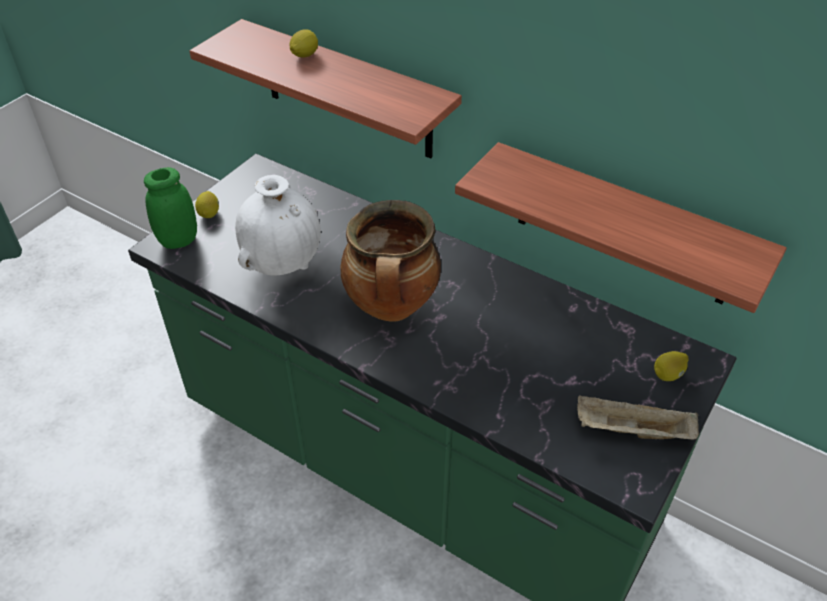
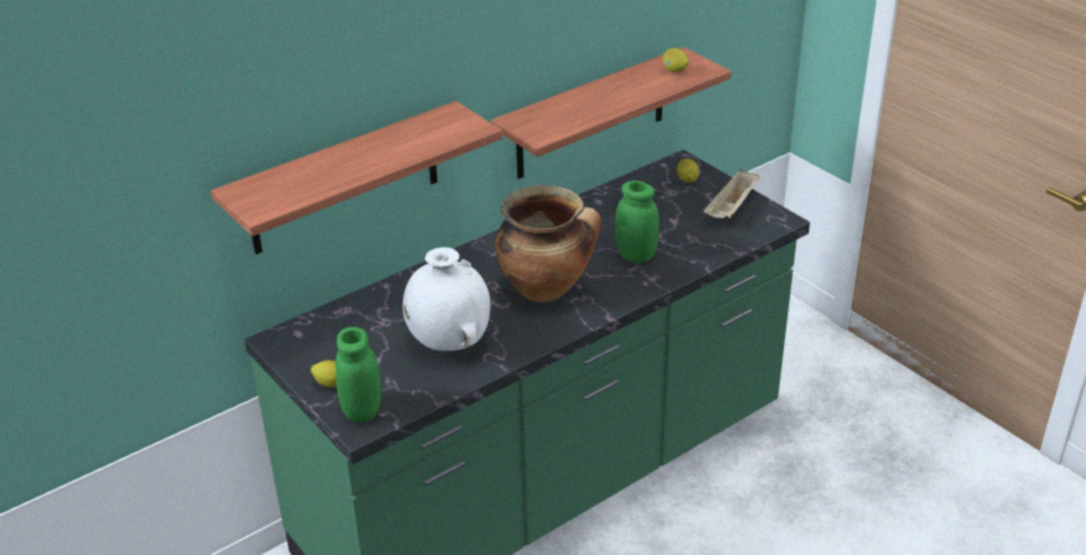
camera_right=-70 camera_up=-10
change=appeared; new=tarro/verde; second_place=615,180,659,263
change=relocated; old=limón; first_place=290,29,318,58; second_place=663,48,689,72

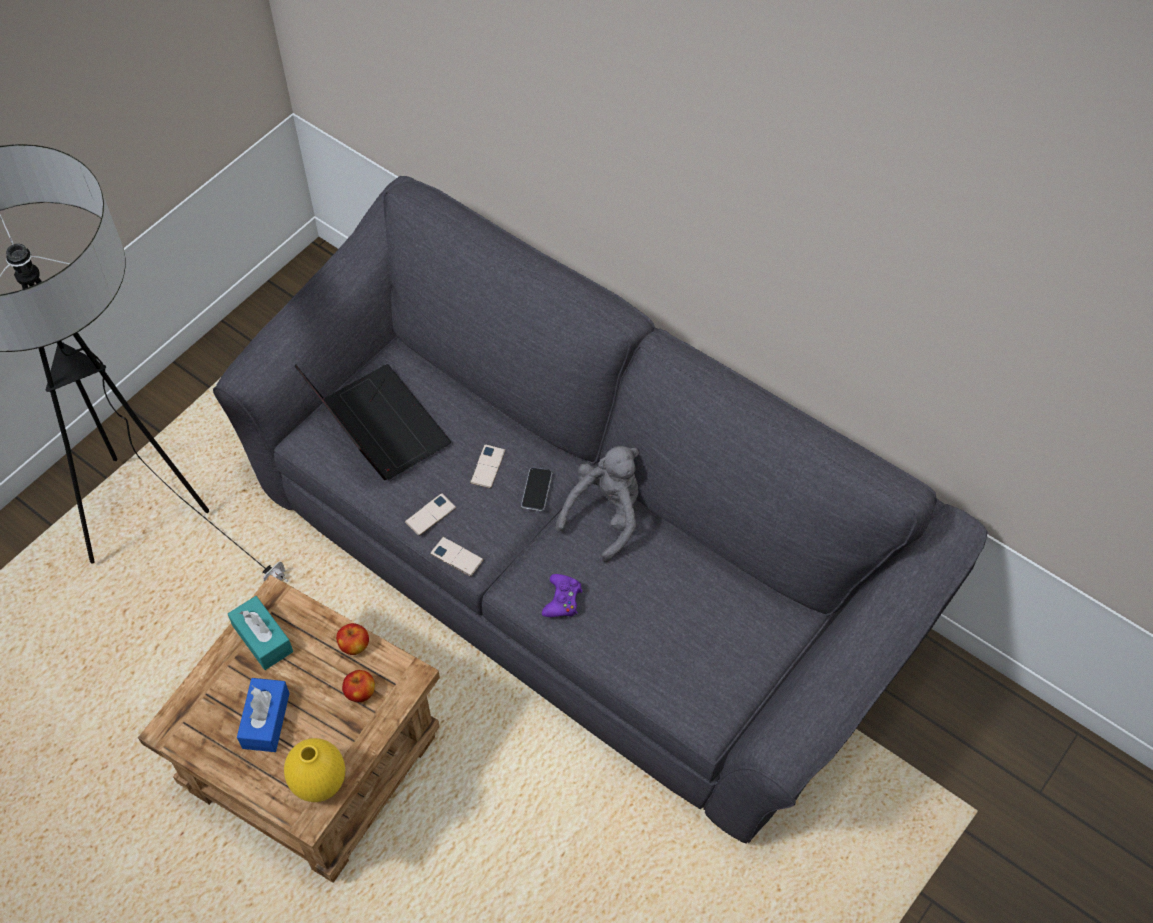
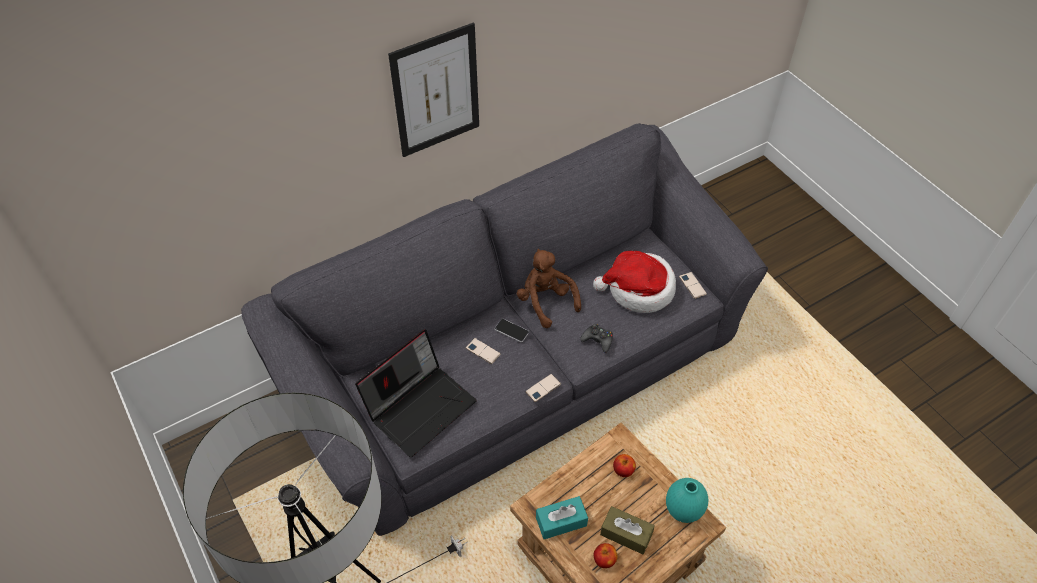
camera_right=-70 camera_up=-5
change=spun; old=portátil; first_place=295,364,451,480; second_place=355,329,477,457; degrees=150
change=appeared; new=cuadro; second_place=388,23,479,157
change=colour; old=peluche/gris; new=peluche/marrón; first_place=556,446,639,562; second_place=517,249,581,328
change=colour; old=mando de consola/morado; new=mando de consola/negro; first_place=542,574,582,617; second_place=580,324,613,353
change=appeared; new=sombrero; second_place=593,251,676,313
change=relocated; old=manzana; first_place=336,623,369,655; second_place=594,543,618,568
change=colour; old=caja de pañuelos/azul; new=caja de pañuelos/marrón; first_place=237,678,290,752; second_place=600,506,655,554
change=colour; old=florero/amarillo; new=florero/turquesa; first_place=284,738,345,802; second_place=666,478,708,523
change=relocated; old=móvil; first_place=405,493,456,536; second_place=679,272,707,299

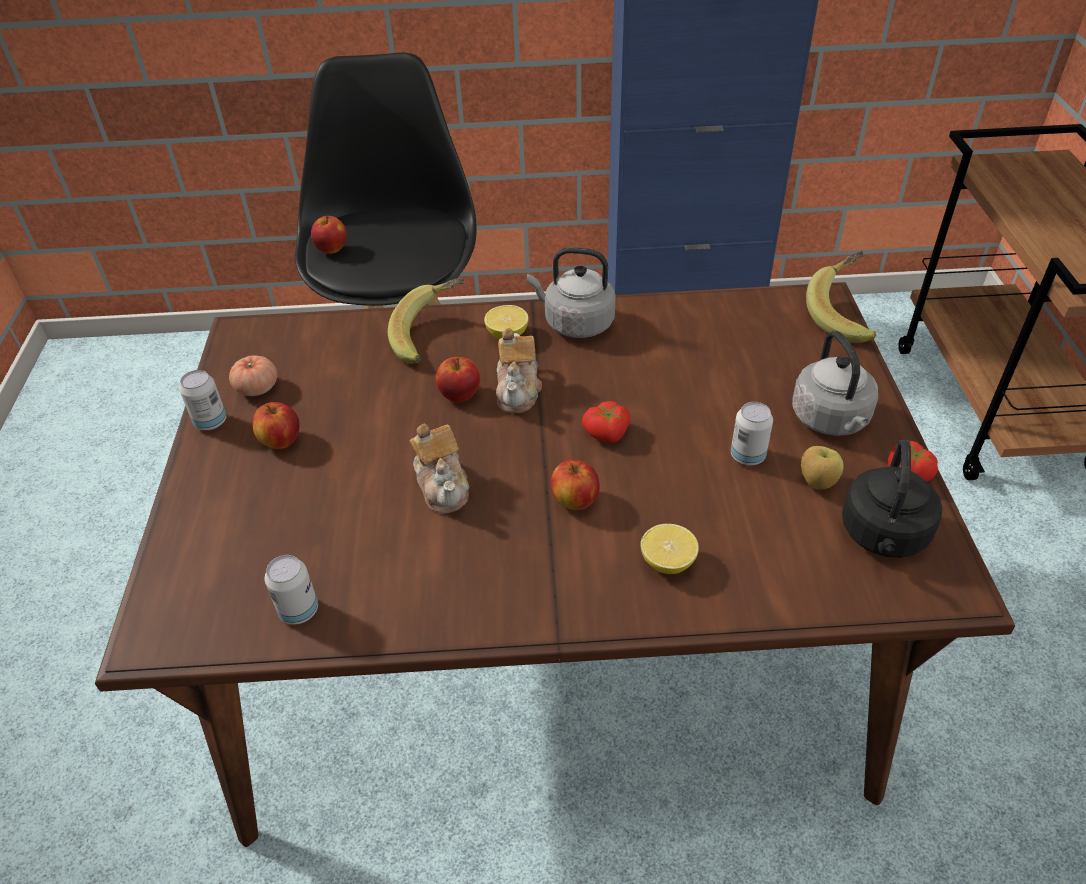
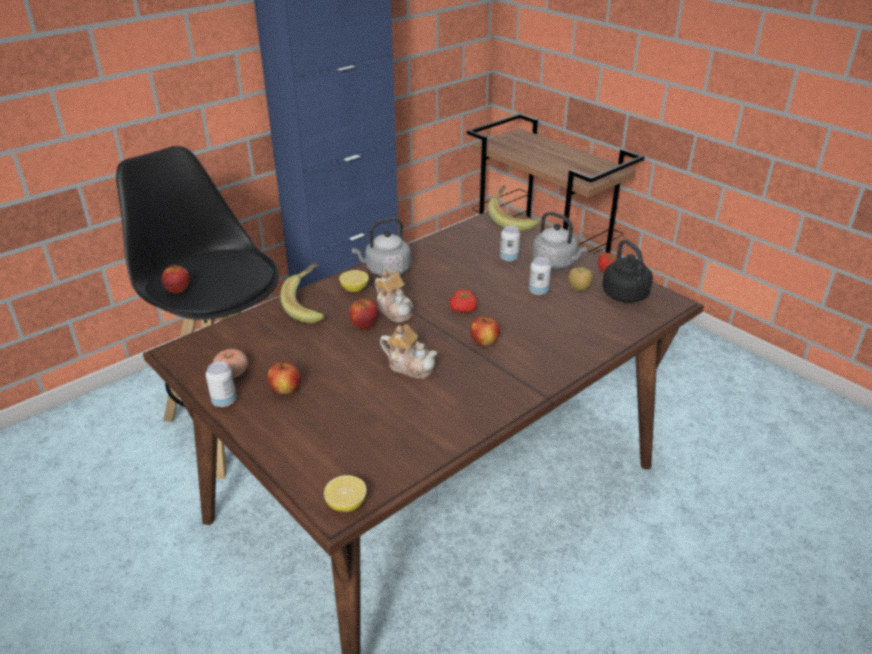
camera_right=-40 camera_up=-10
change=relocated; old=limón; first_place=640,524,699,574; second_place=324,475,367,512
change=relocated; old=lata; first_place=265,555,318,625; second_place=500,226,520,262

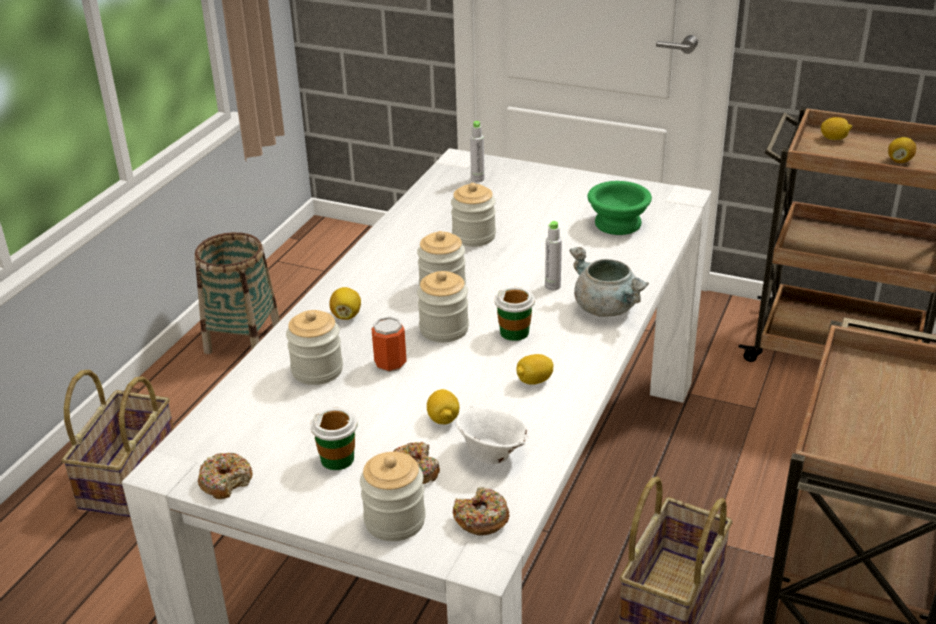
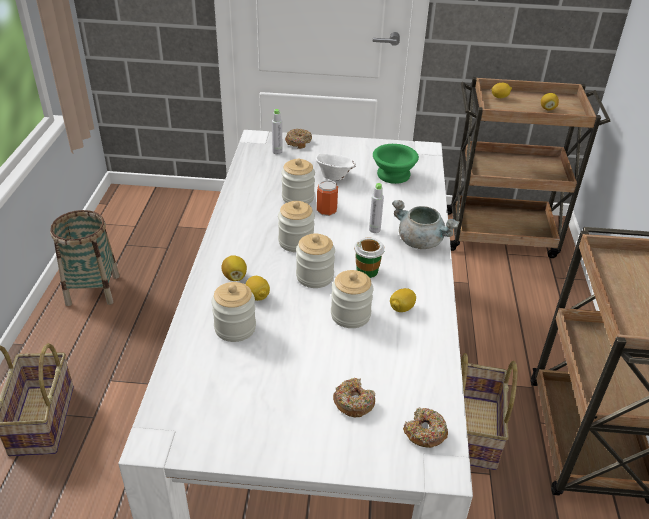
camera_right=-20 camera_up=5
change=relocated; old=limón; first_place=427,389,459,424; second_place=245,276,270,301
change=relocated; old=rosquilla; first_place=198,452,253,499; second_place=285,129,312,149
change=relocated; old=cuenco/blanco; first_place=456,406,529,464; second_place=316,153,356,180
change=relocated; old=lata; first_place=372,316,407,372; second_place=317,180,338,216
change=relocated; old=tarro; first_place=360,452,426,541; second_place=331,270,374,328
change=missing; old=taza; first_place=310,408,358,470

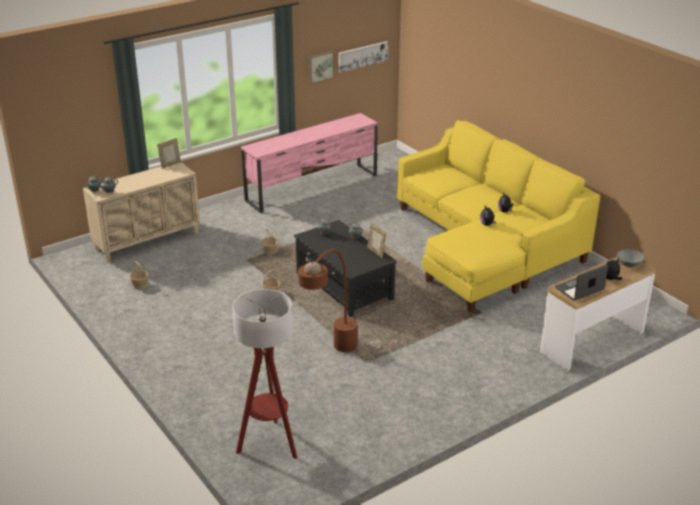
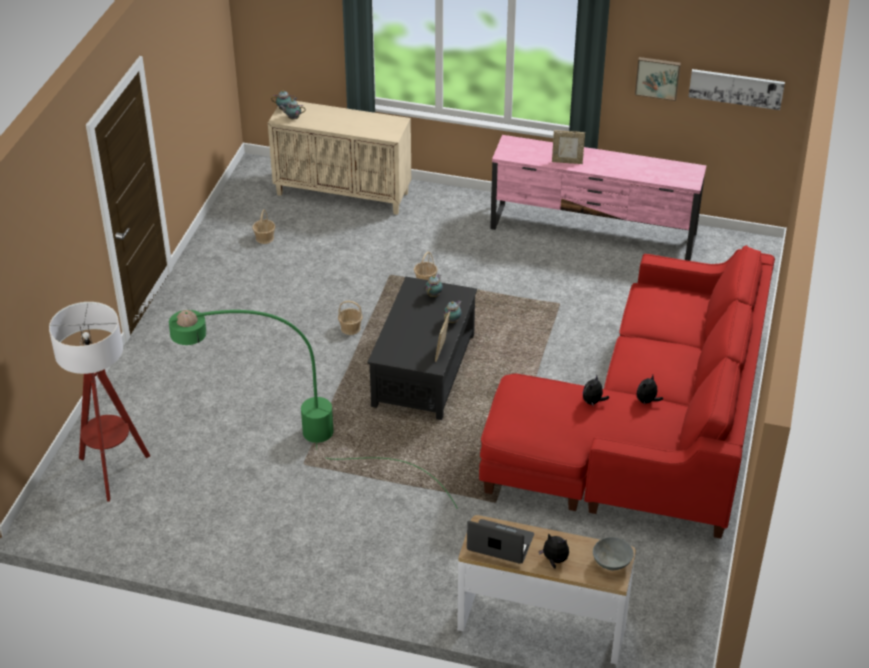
camera_right=50 camera_up=10
change=colour; old=lámpara de pie/marrón; new=lámpara de pie/verde; first_place=298,249,485,353; second_place=169,310,458,509
change=colour; old=sofá/amarillo; new=sofá/rojo; first_place=397,120,601,313; second_place=479,245,775,539
change=relocated; old=portarretratos; first_place=157,138,181,169; second_place=552,130,585,164

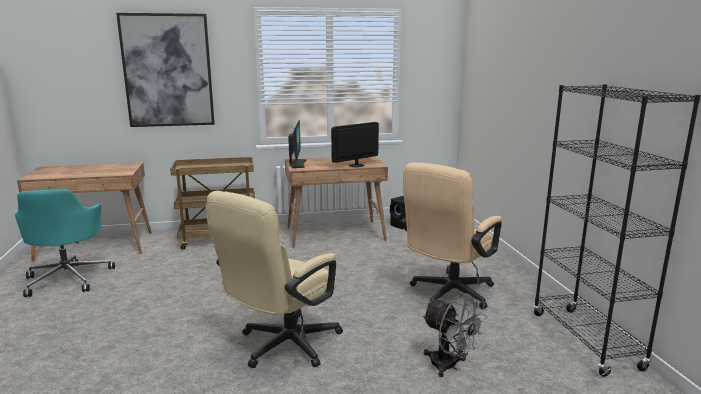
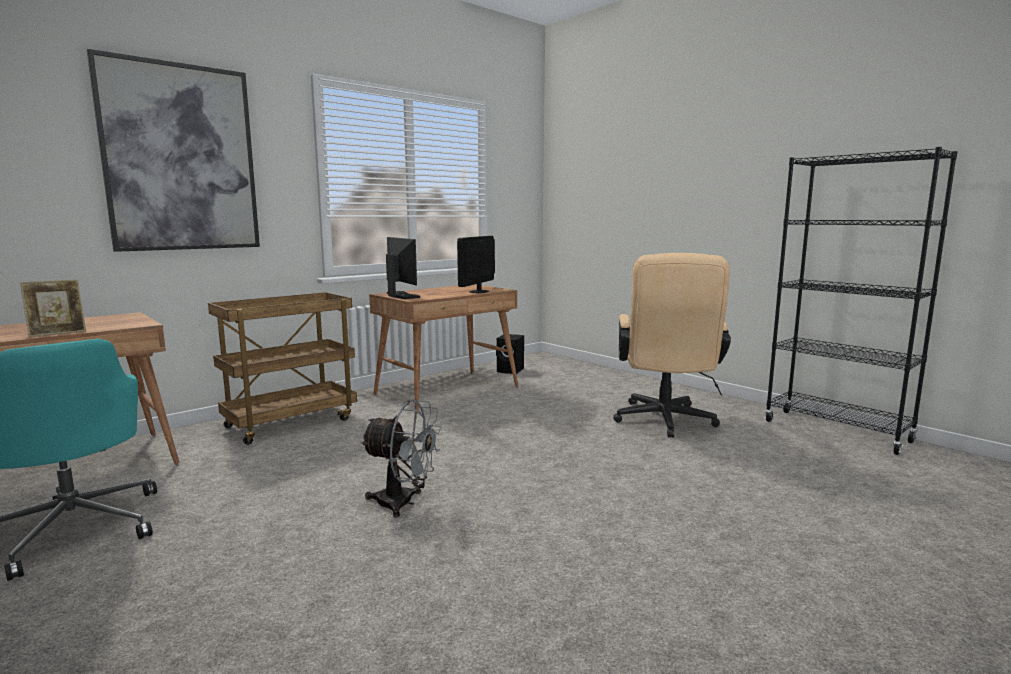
camera_right=-30 camera_up=-5
change=appeared; new=portarretratos; second_place=20,280,86,337
change=relocated; old=ventilador/gris; first_place=422,293,487,377; second_place=360,400,442,518
change=missing; old=silla de oficina/beis; first_place=206,191,343,368

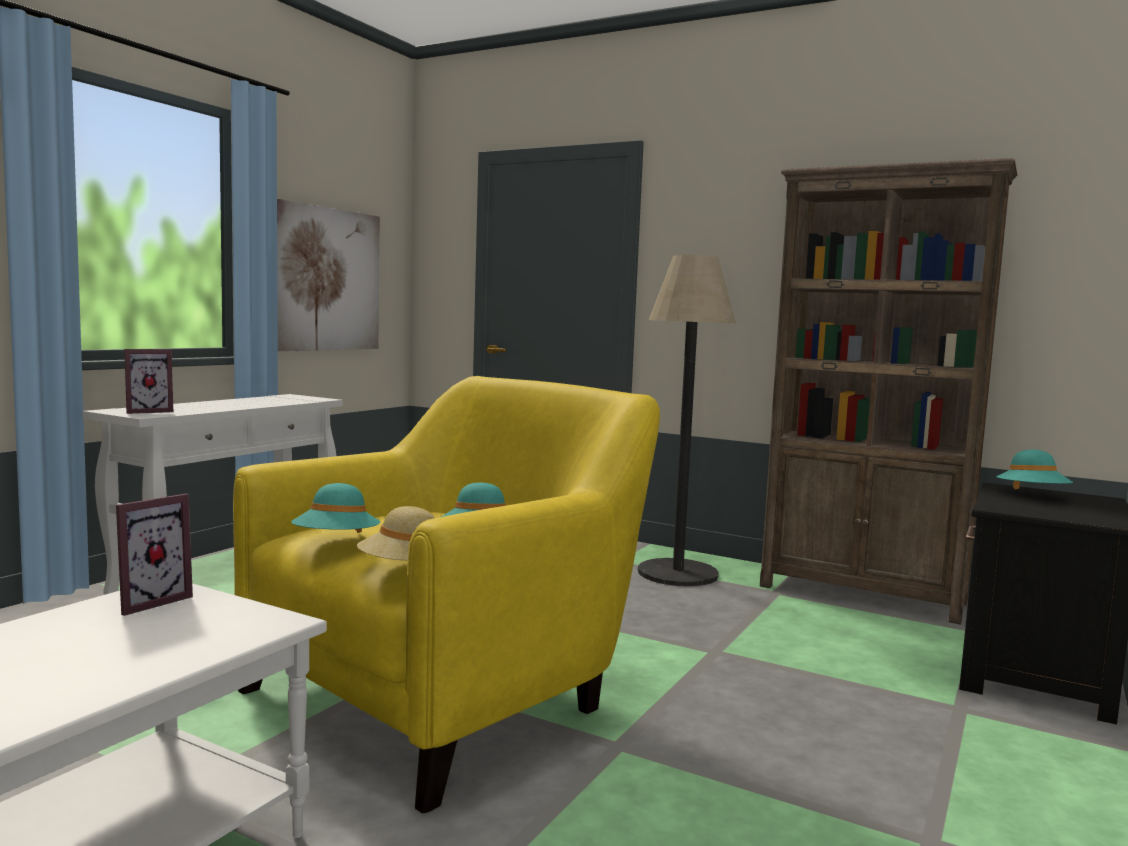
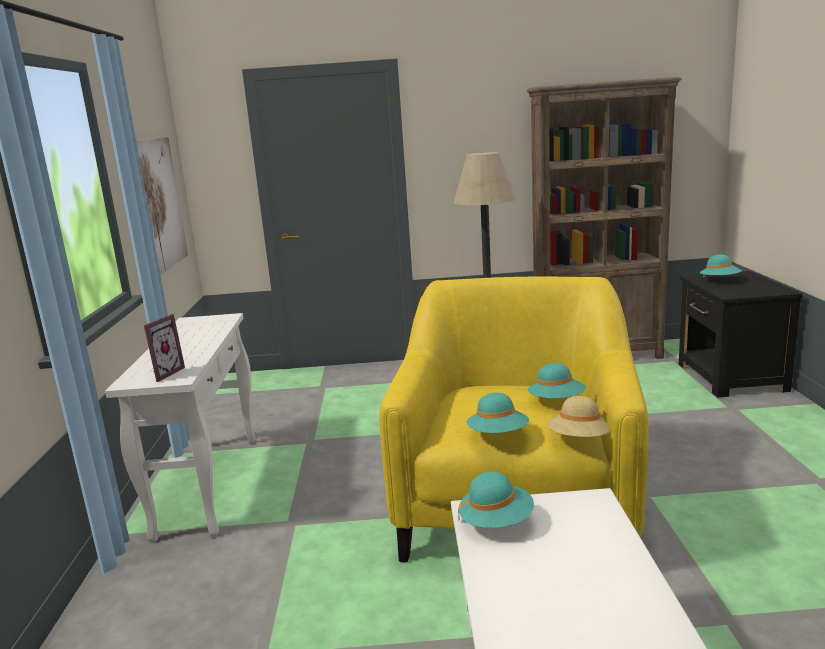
camera_right=-30 camera_up=10
change=exchanged; old=portarretratos; new=sombrero/turquesa; first_place=116,494,193,616; second_place=458,472,534,528

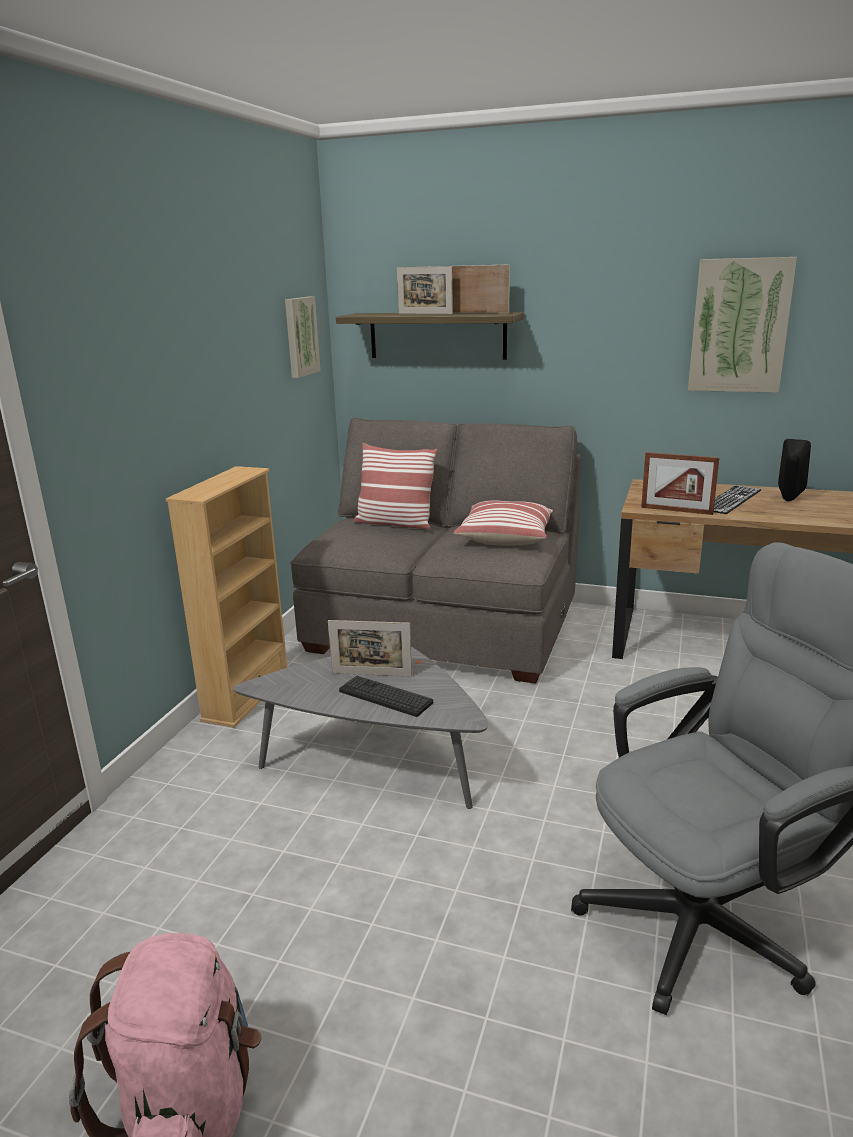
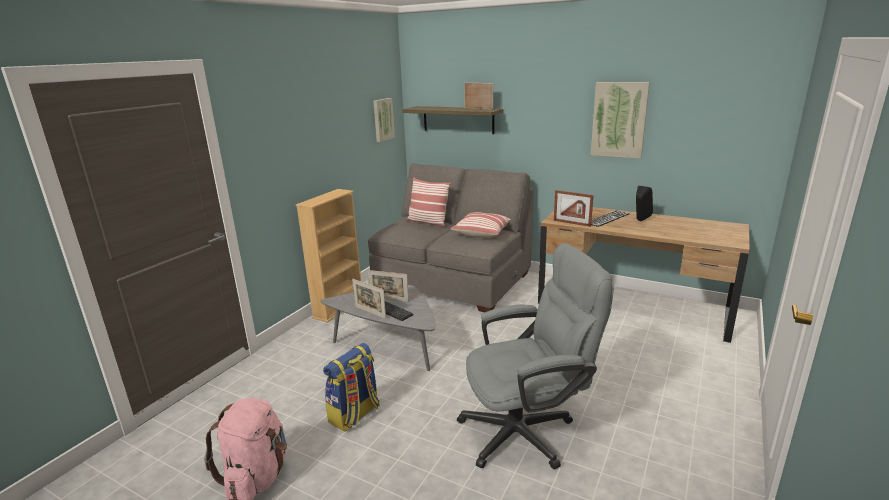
camera_right=10 camera_up=0
change=appeared; new=mochila; second_place=323,343,380,432
change=relocated; old=portarretratos; first_place=397,266,453,314; second_place=352,279,386,319

